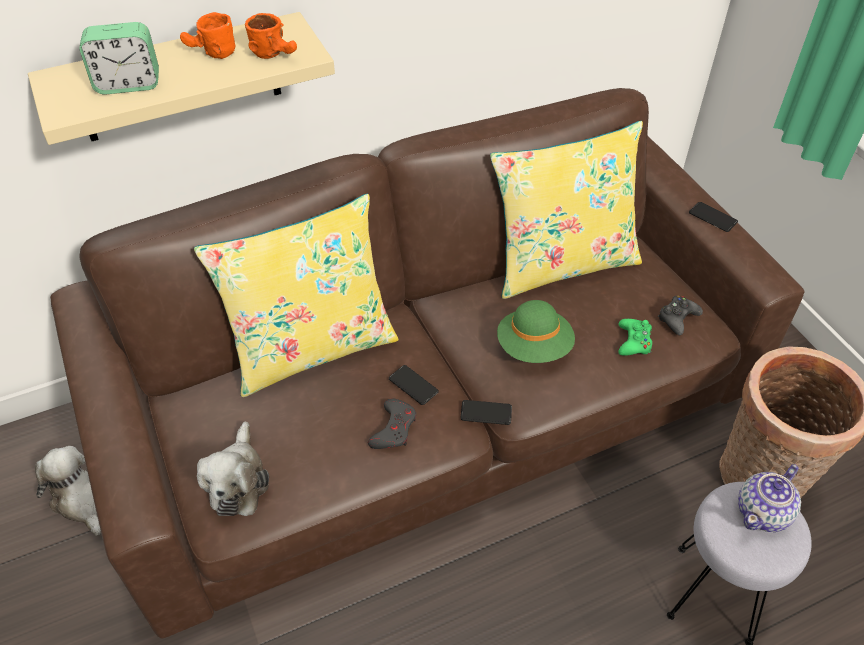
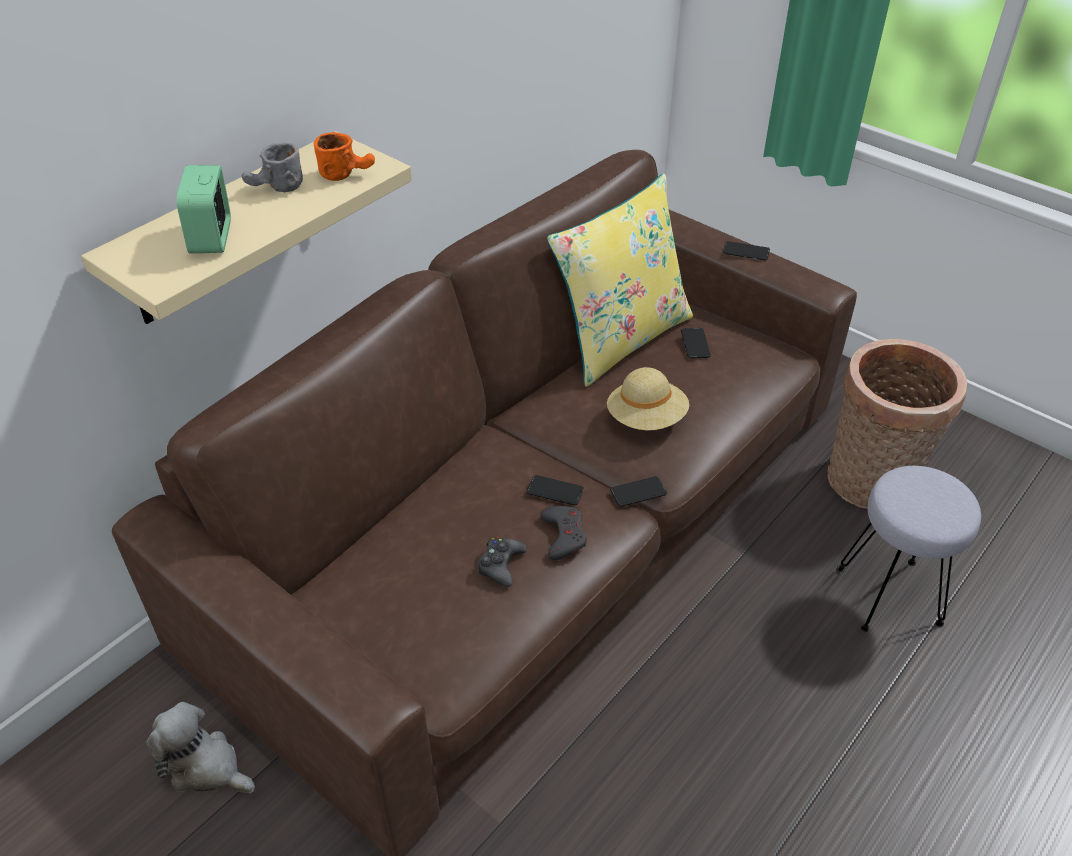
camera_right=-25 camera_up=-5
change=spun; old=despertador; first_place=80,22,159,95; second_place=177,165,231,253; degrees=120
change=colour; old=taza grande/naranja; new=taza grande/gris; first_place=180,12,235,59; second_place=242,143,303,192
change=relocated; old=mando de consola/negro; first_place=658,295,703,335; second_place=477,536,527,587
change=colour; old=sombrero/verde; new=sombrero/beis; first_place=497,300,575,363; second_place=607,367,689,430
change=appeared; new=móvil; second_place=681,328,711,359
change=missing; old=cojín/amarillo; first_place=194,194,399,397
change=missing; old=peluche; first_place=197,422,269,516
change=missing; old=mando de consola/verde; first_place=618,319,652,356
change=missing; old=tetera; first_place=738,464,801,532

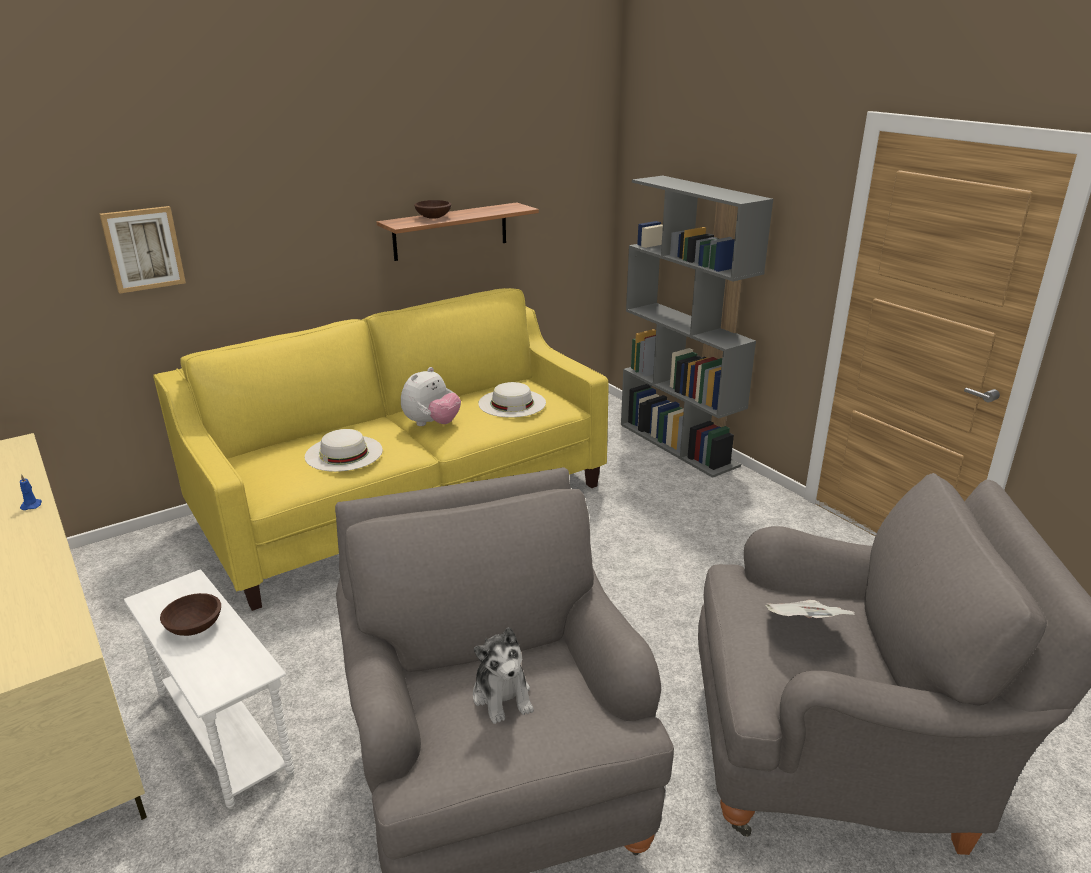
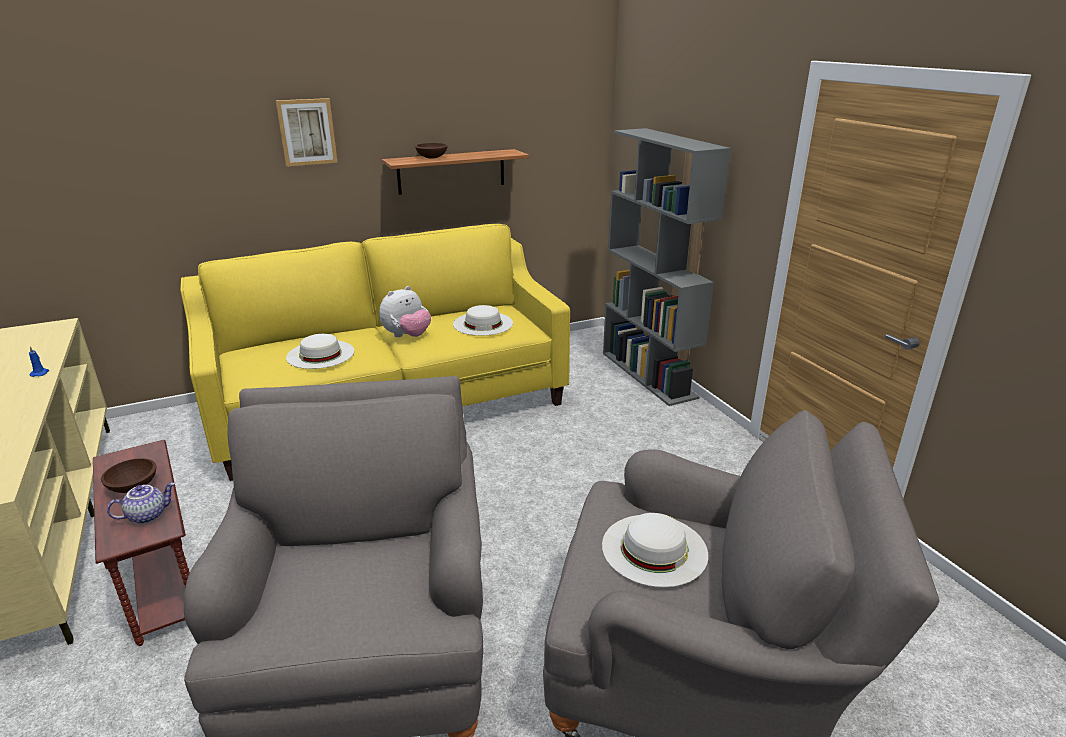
camera_right=10 camera_up=0
change=colour; old=mesa auxiliar/blanco; new=mesa auxiliar/marrón; first_place=124,570,294,809; second_place=93,440,189,646
change=appeared; new=tetera; second_place=107,482,175,524
change=relocated; old=cuadro; first_place=99,206,186,294; second_place=276,98,338,167
change=exchanged; old=periódico; new=sombrero/blanco; first_place=766,600,855,618; second_place=602,513,708,587
change=missing; old=peluche; first_place=473,627,534,724

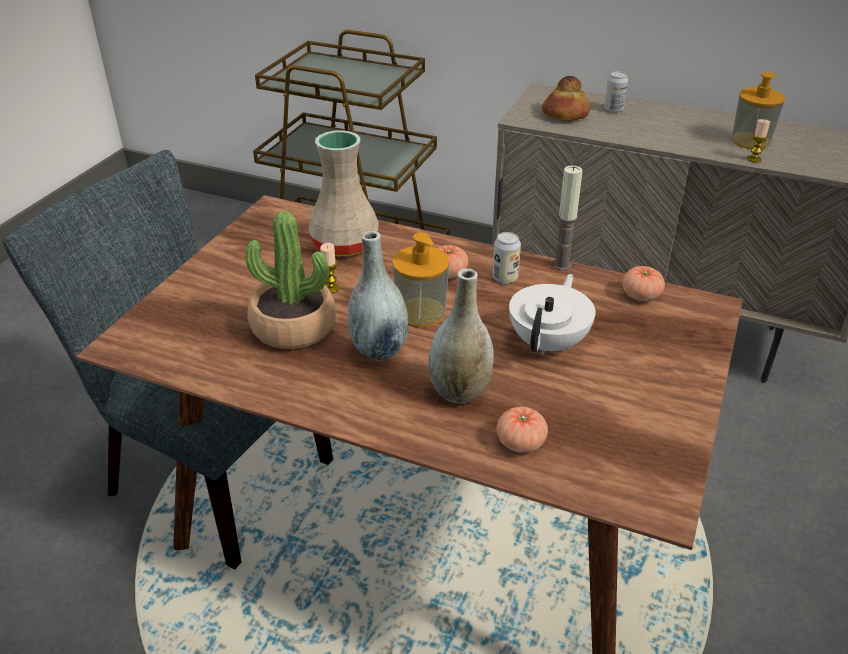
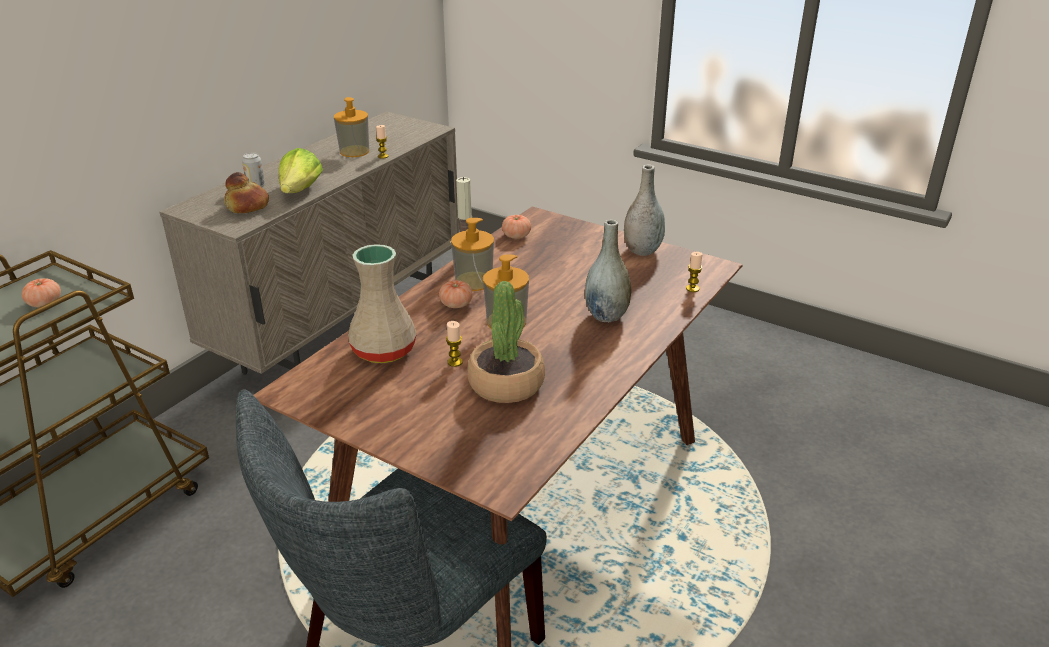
camera_right=-80 camera_up=-5
change=relocated; old=tomate; first_place=496,406,548,453; second_place=22,278,61,307
change=appeared; new=lechuga; second_place=279,148,323,193
change=exchanged; old=lata; new=dispensador de jabón; first_place=492,232,521,284; second_place=451,218,494,291
change=relocated; old=florero/gris; first_place=347,231,408,361; second_place=624,164,665,256
change=appeared; new=vela; second_place=686,252,702,292
change=missing; old=tetera/blanco; first_place=509,274,596,355

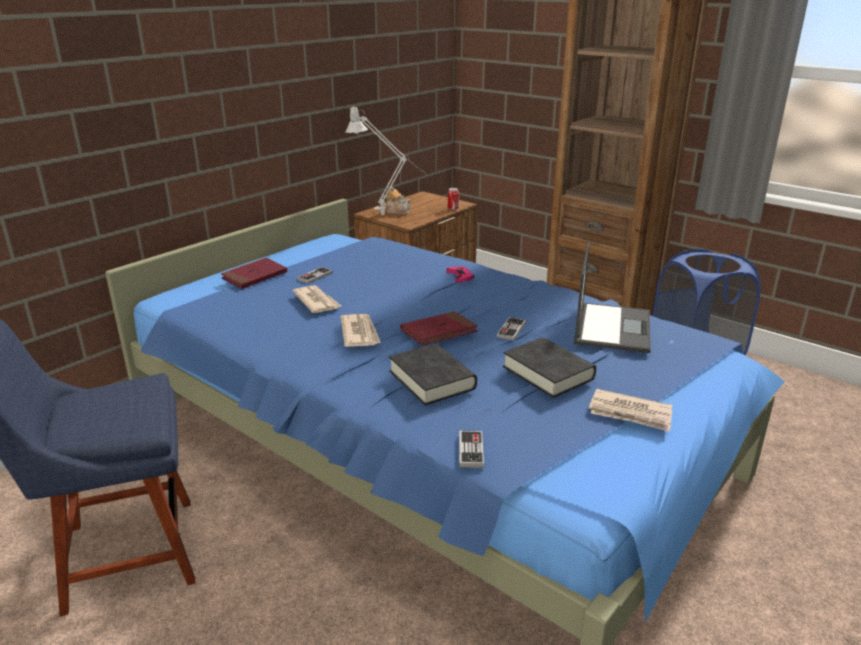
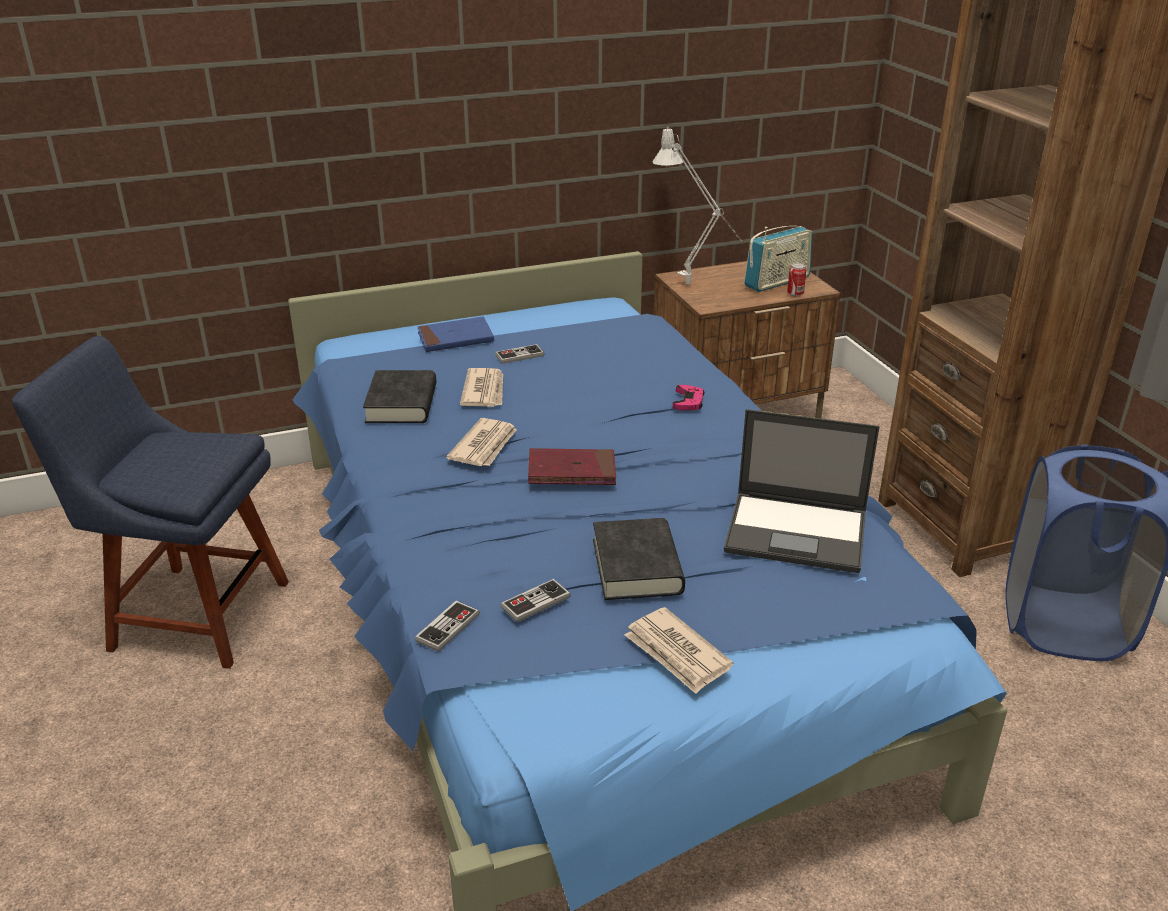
camera_right=30 camera_up=5
change=relocated; old=libro/negro; first_place=389,344,477,405; second_place=363,370,436,423
change=colour; old=libro/rojo; new=libro/azul; first_place=221,258,287,289; second_place=417,316,494,352
change=relocated; old=mando de consola; first_place=497,317,526,341; second_place=501,579,570,622
change=spun; old=portátil; first_place=574,242,651,353; second_place=724,409,879,573; degrees=60
change=appeared; new=radio; second_place=744,226,813,292
change=missing; old=tetera; first_place=382,187,411,215

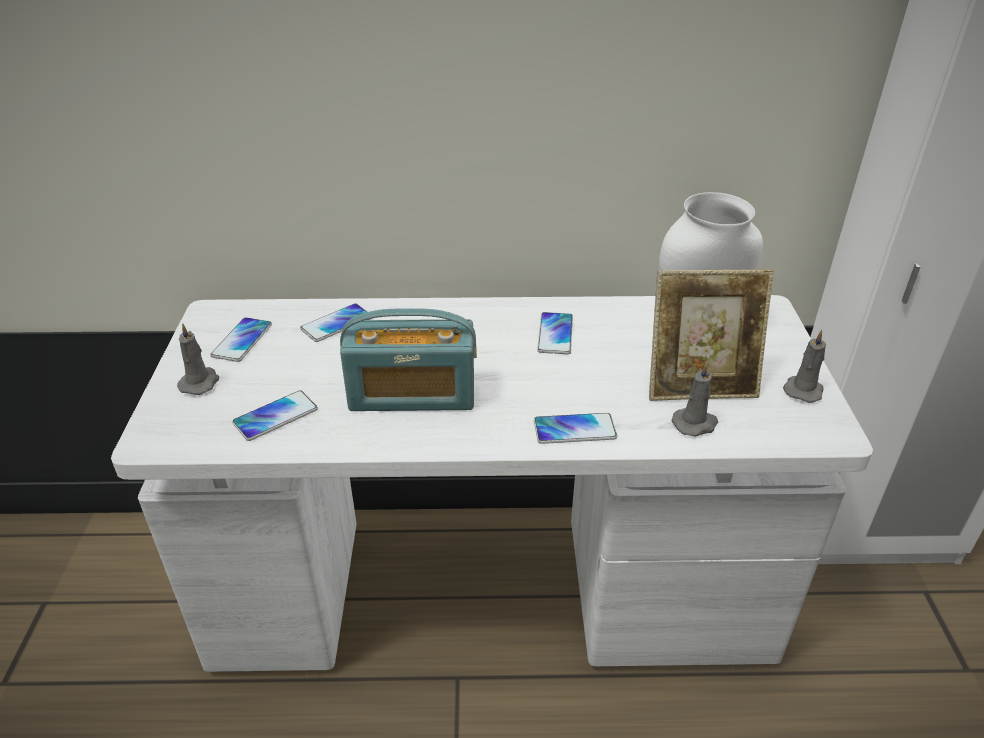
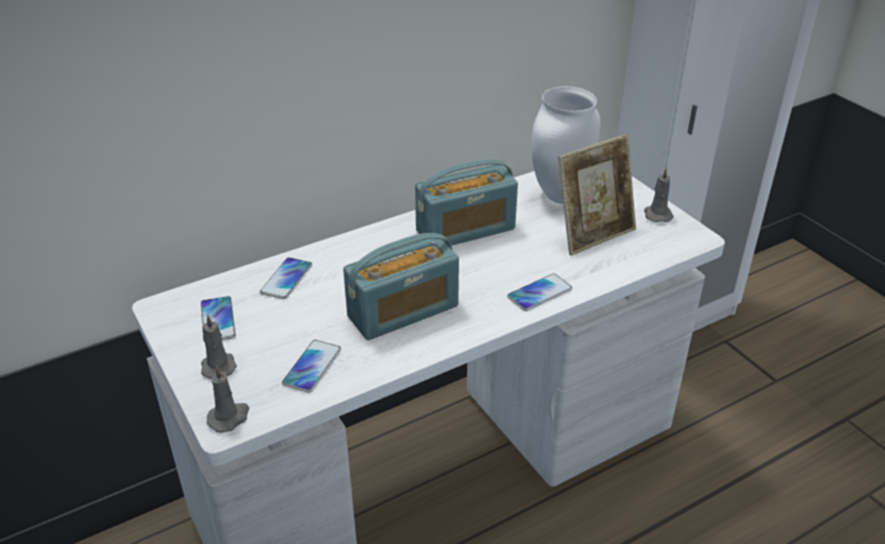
camera_right=-30 camera_up=0
change=relocated; old=vela/gris; first_place=672,362,718,437; second_place=207,366,249,433
change=exchanged; old=móvil; new=radio; first_place=537,312,573,354; second_place=415,159,518,245

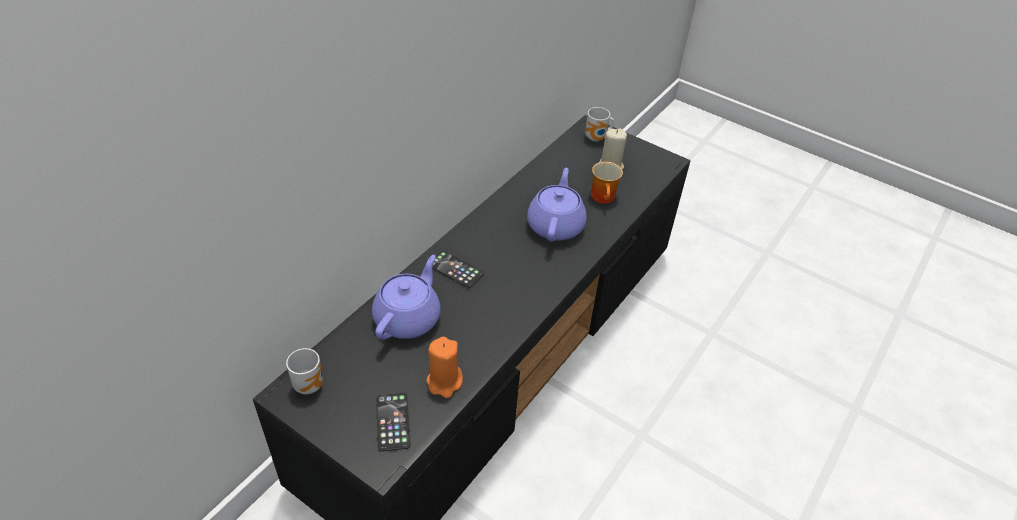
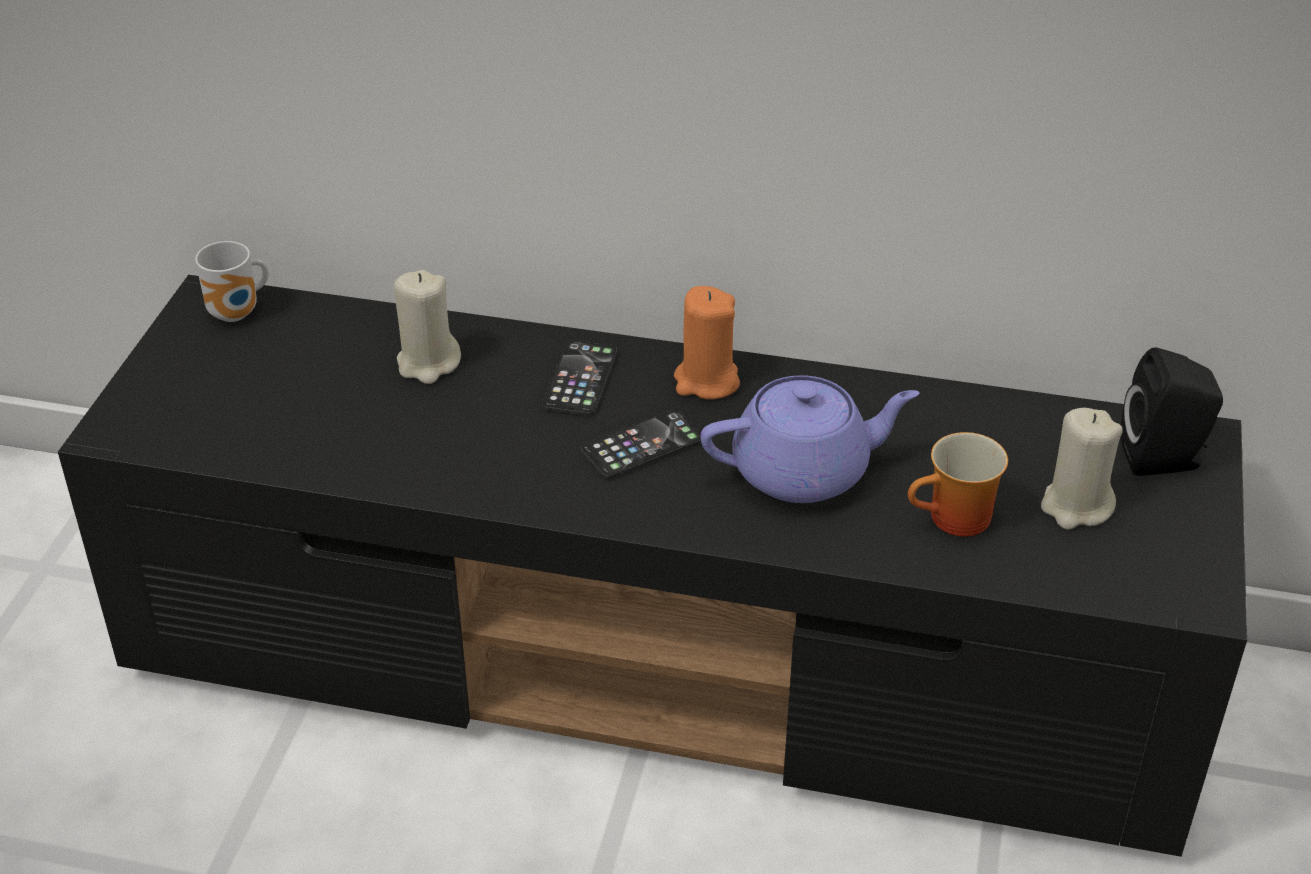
camera_right=70 camera_up=-5
change=exchanged; old=tetera/morado; new=vela/beis; first_place=372,255,441,340; second_place=393,270,461,384
change=relocated; old=móvil; first_place=376,393,411,452; second_place=581,410,701,479
change=relocated; old=vela/naranja; first_place=426,337,463,398; second_place=674,286,740,399
change=exchanged; old=taza grande; new=altavoz/negro; first_place=585,107,615,142; second_place=1121,347,1223,476

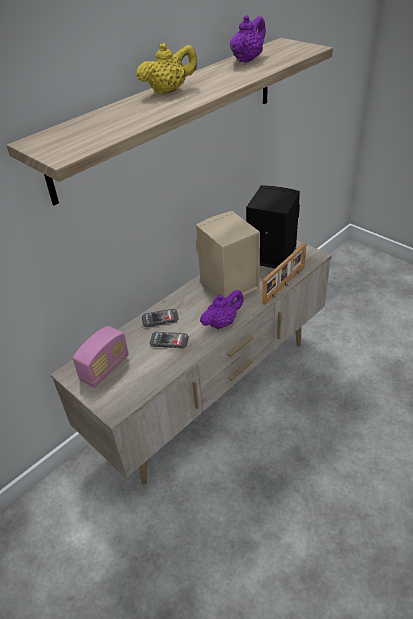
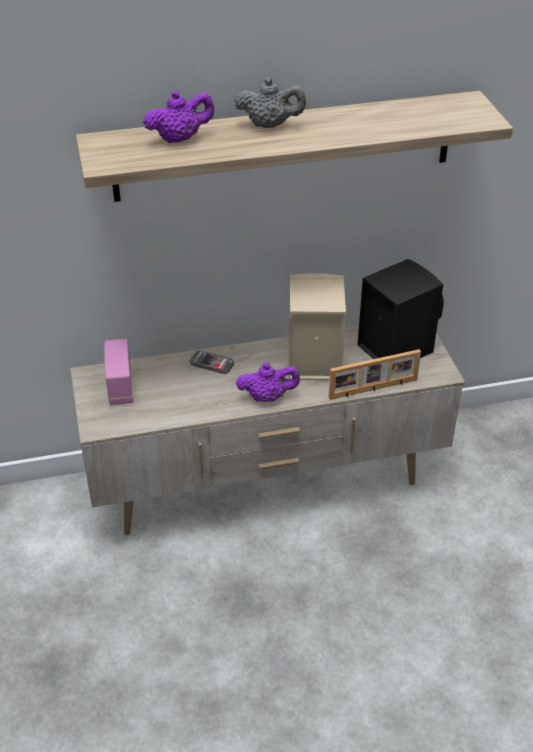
camera_right=30 camera_up=0
change=spun; old=radio; first_place=73,326,129,388; second_place=104,339,133,405; degrees=105
change=relocated; old=tetera/morado; first_place=230,15,266,63; second_place=143,90,214,143
change=colour; old=tetera/amarillo; new=tetera/gris; first_place=136,43,197,94; second_place=234,77,306,128
change=missing; old=móvil; first_place=150,332,189,348

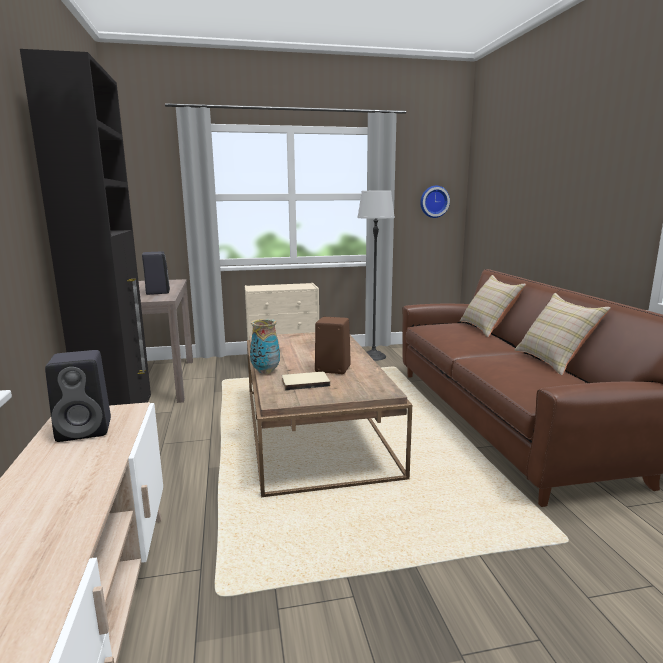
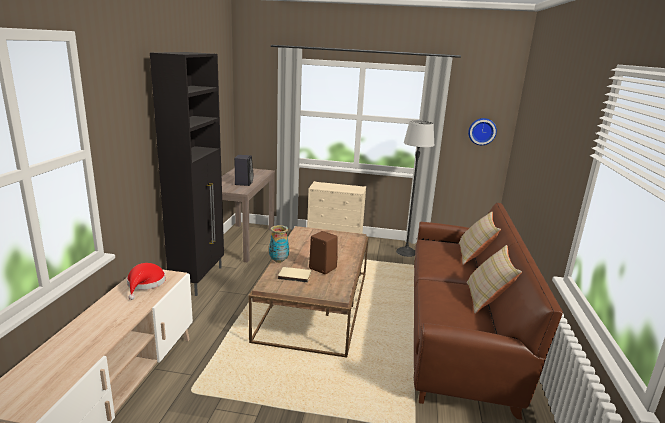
camera_right=20 camera_up=5
change=exchanged; old=altavoz/negro; new=sombrero/rojo; first_place=45,350,111,442; second_place=127,263,166,300

